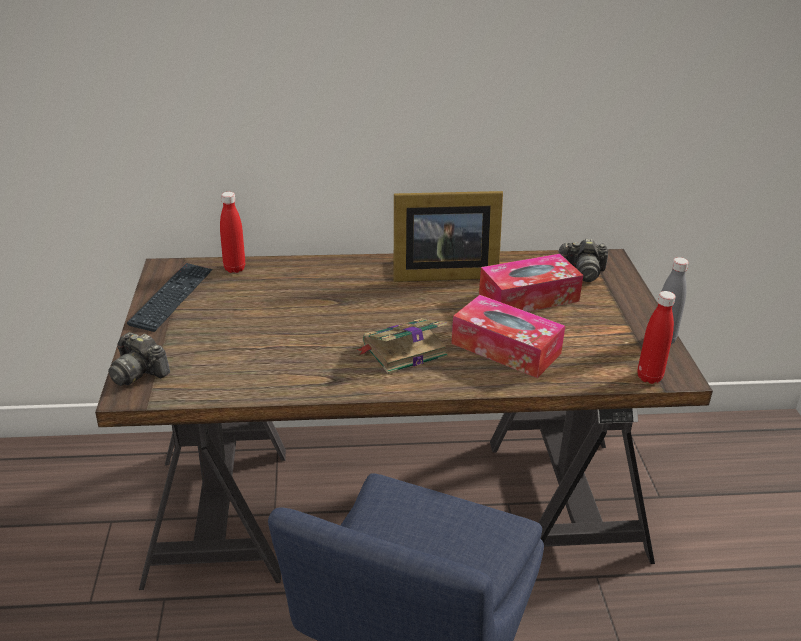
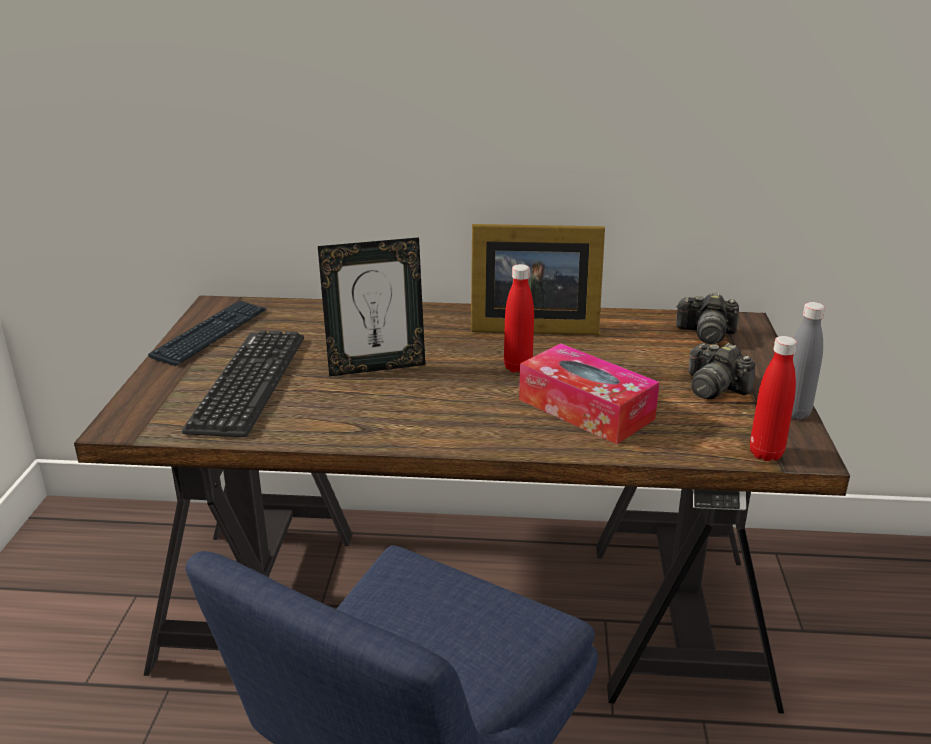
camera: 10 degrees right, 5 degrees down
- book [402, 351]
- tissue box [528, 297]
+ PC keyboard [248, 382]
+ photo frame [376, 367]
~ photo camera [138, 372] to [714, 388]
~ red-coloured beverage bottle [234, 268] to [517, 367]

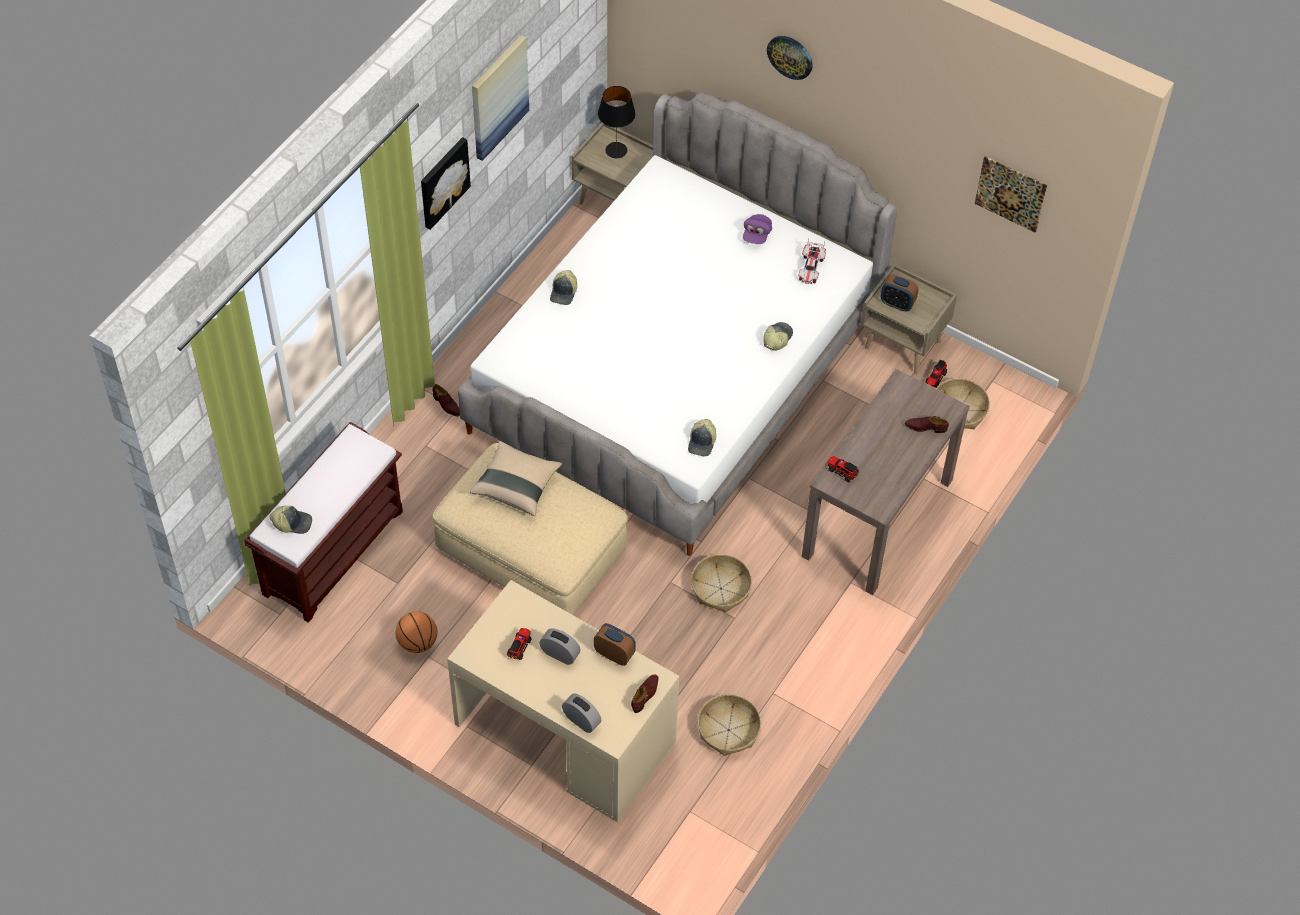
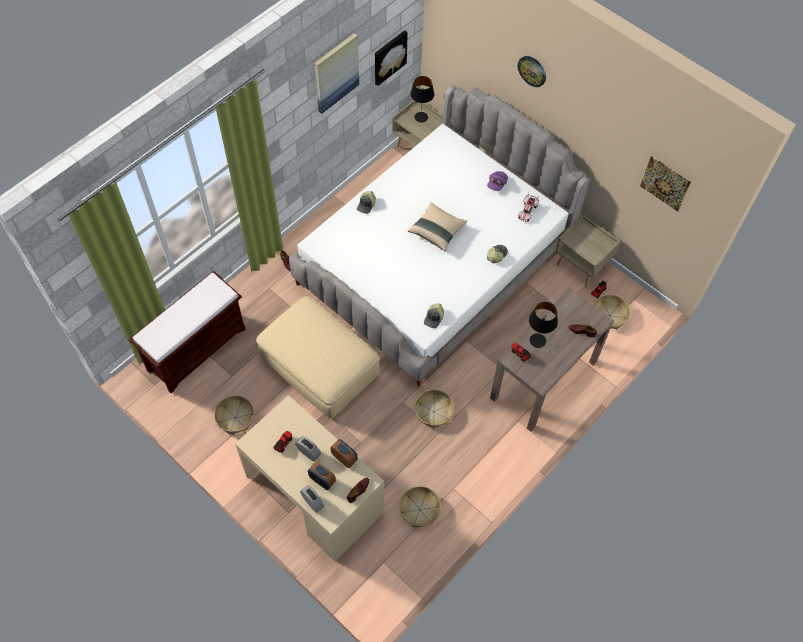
camera: 10 degrees right, 5 degrees up
- baseball cap [292, 523]
+ black tabletop lamp [538, 340]
~ wall art [443, 182] to [389, 57]
~ beige pillow [517, 486] to [437, 231]
~ alarm clock [897, 304] to [322, 480]
~ ball for basketball [417, 642] to household basket [235, 417]

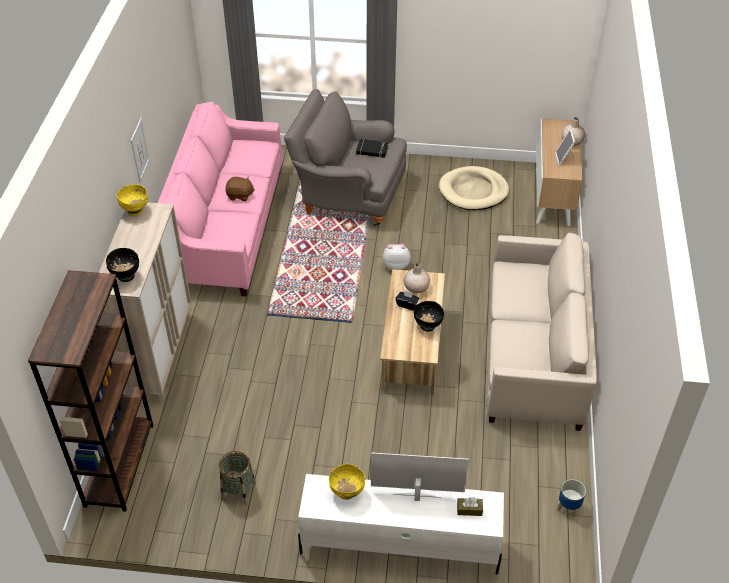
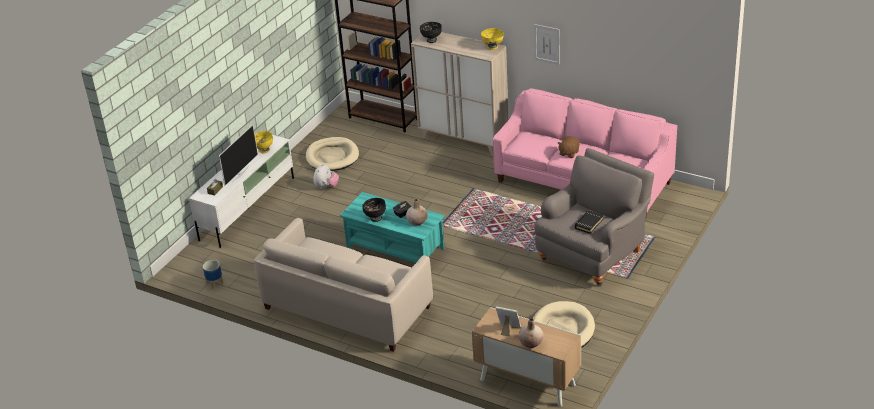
camera: 115 degrees right, 10 degrees down
~ cuddly toy [396, 265] to [326, 187]
~ household basket [238, 490] to beige dog cushion [332, 157]
~ beige low table [412, 349] to turquoise low table [395, 248]

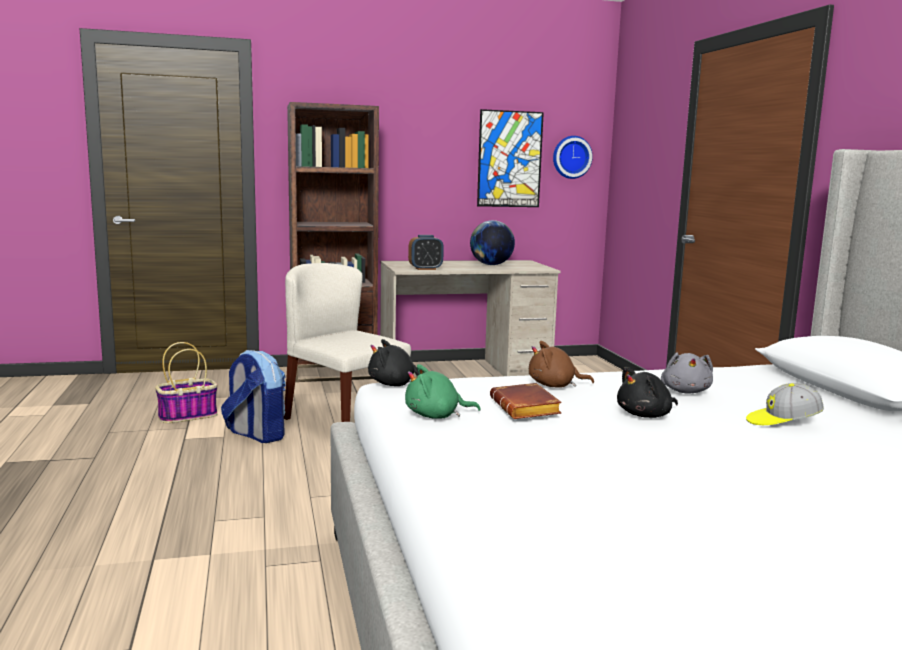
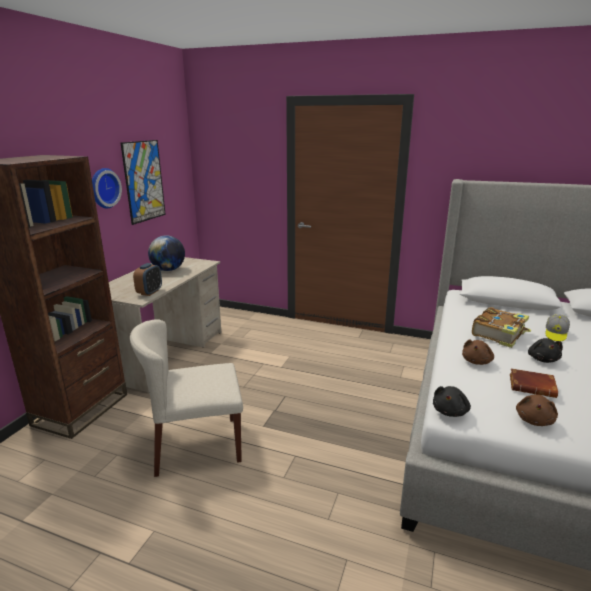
camera: 55 degrees left, 10 degrees up
- household basket [188, 416]
- rucksack [256, 435]
~ clock on the wall [571, 157] to [103, 188]
~ gray cuddly toy [685, 391] to book [499, 334]
~ greenish cuddly toy [436, 416] to brownish cuddly toy [534, 420]

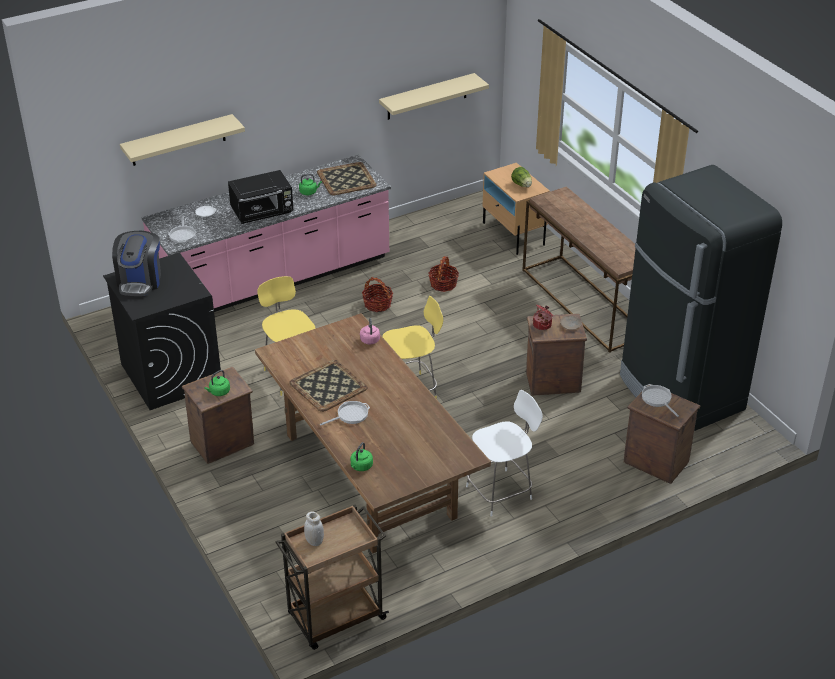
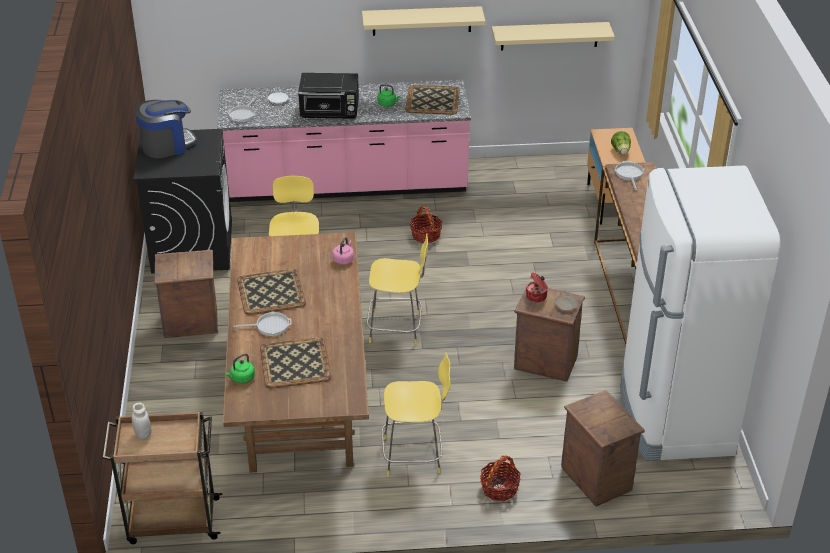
camera: 25 degrees right, 0 degrees up
- greenish kettle [219, 392]
+ tray [295, 362]
~ beige shelf [178, 140] to [422, 21]
~ household basket [443, 284] to [499, 488]
~ skillet [657, 399] to [629, 174]
~ white-coloured sitting stool [501, 492] to yellow sitting stool [414, 455]
~ black kitchen fridge [680, 393] to white-coloured kitchen fridge [674, 416]
~ coffee brewer [140, 281] = [167, 145] 150 degrees counterclockwise

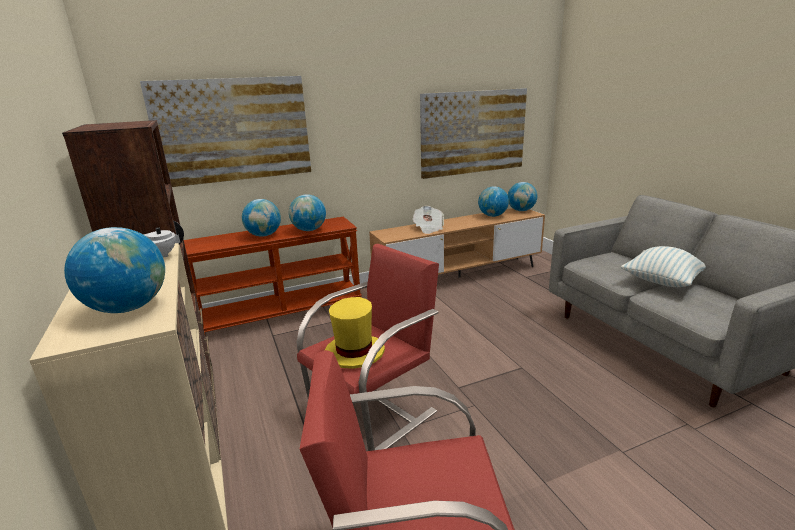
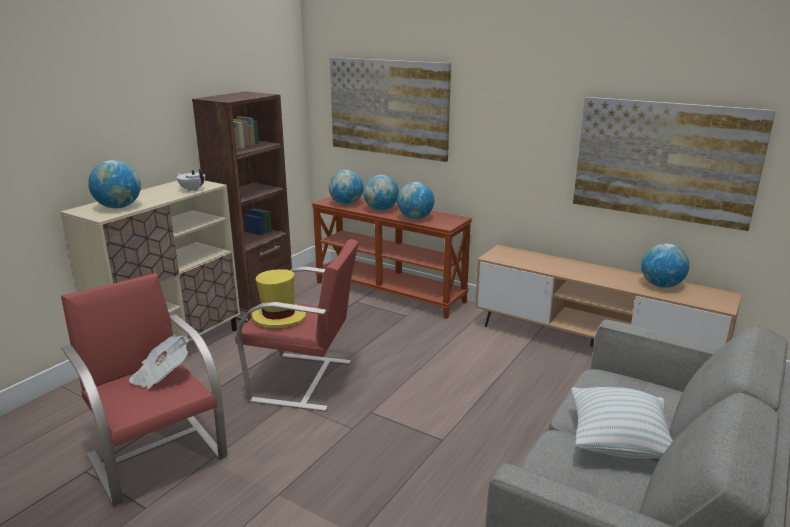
camera: 55 degrees right, 0 degrees up
~ printed paper [428, 228] to [161, 375]
~ globe [521, 210] to [346, 204]

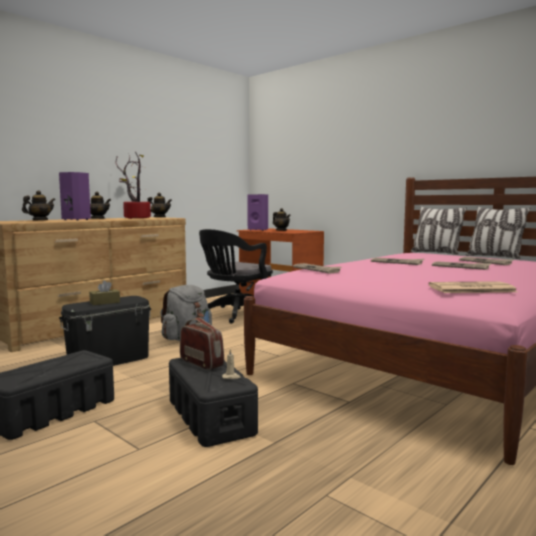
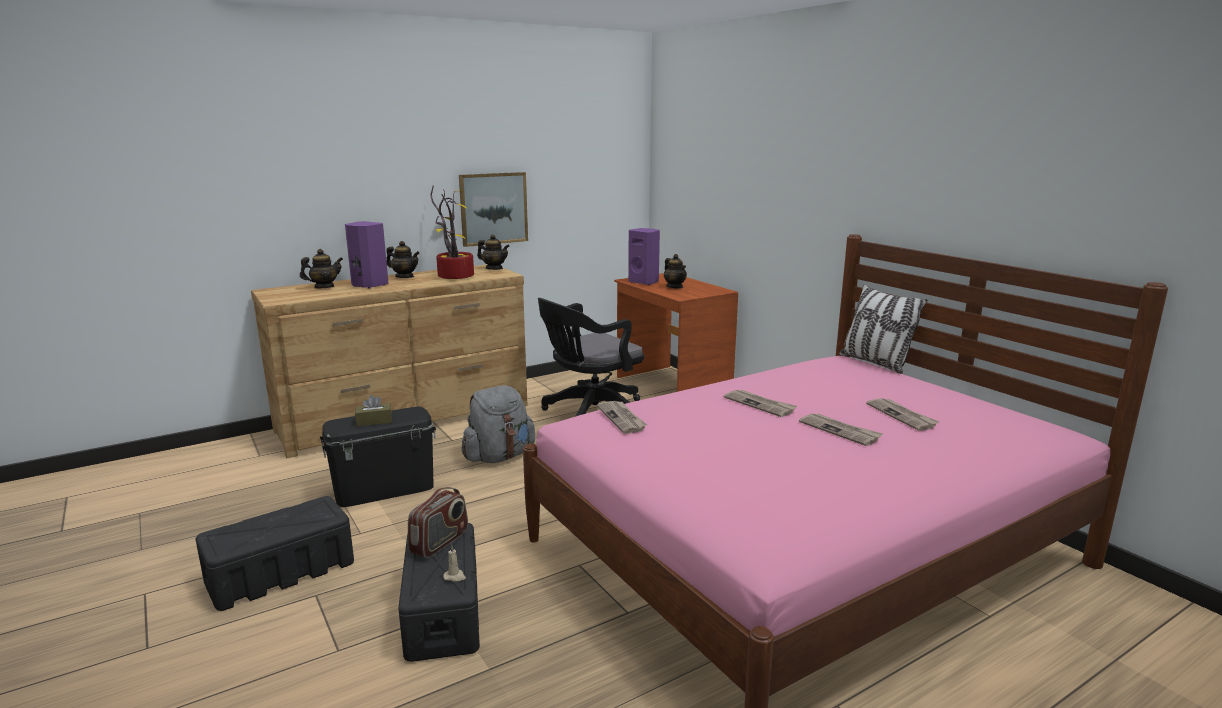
camera: 15 degrees right, 10 degrees up
- printed paper [470, 289]
- pillow [494, 257]
+ wall art [493, 208]
~ radio set [202, 363] = [440, 543] 60 degrees clockwise

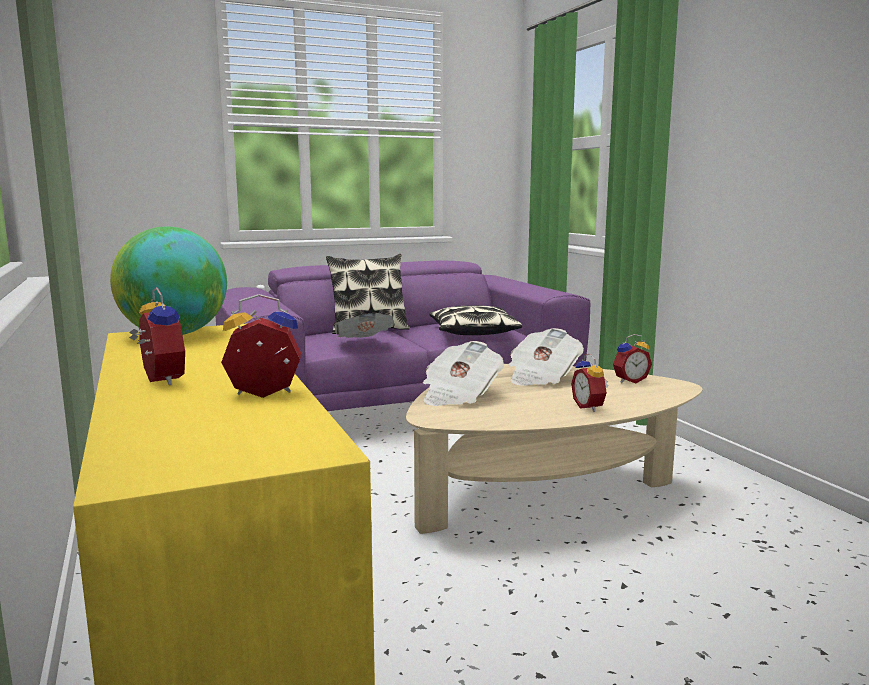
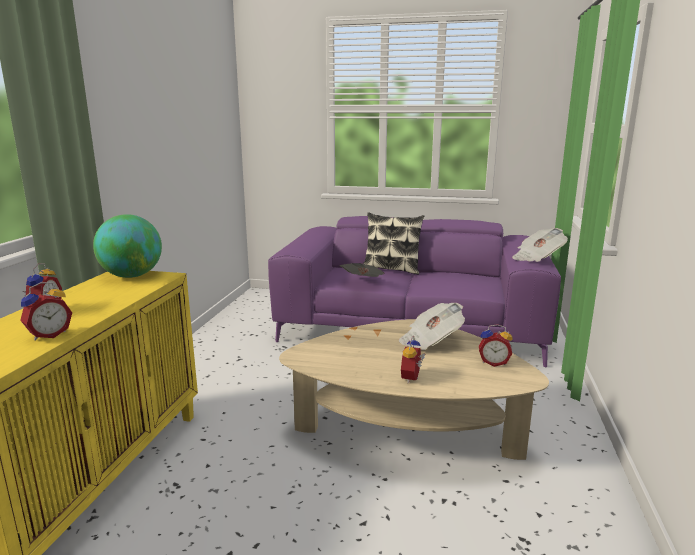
camera: 35 degrees right, 5 degrees up
- pillow [473, 332]
~ printed paper [459, 396] to [537, 258]
~ alarm clock [263, 395] = [49, 335] 105 degrees clockwise

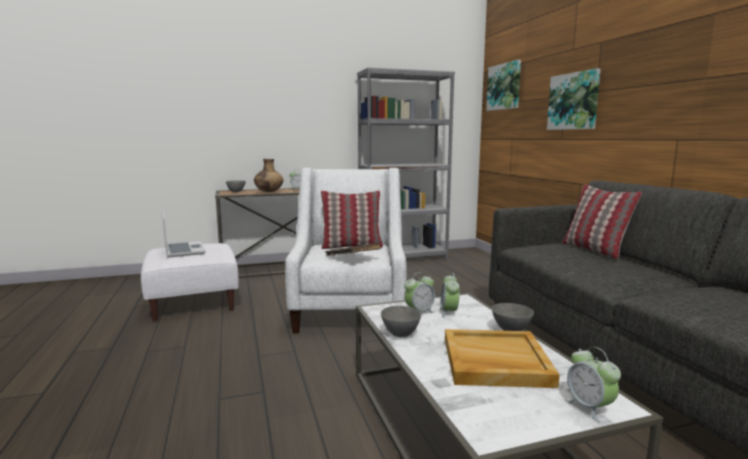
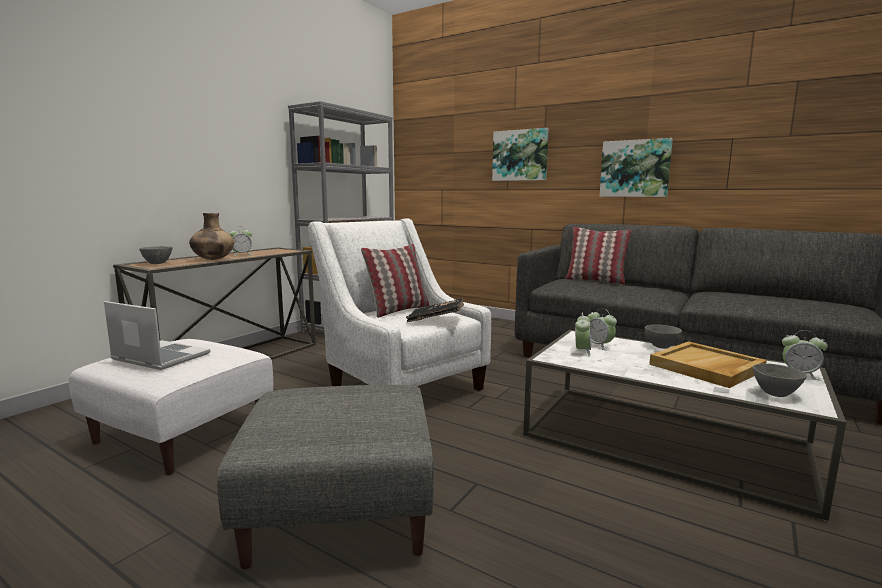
camera: 40 degrees left, 0 degrees up
+ gray footrest [341, 509]
~ gray deep dish [399, 334] to [775, 394]
~ wall art [504, 86] to [635, 168]

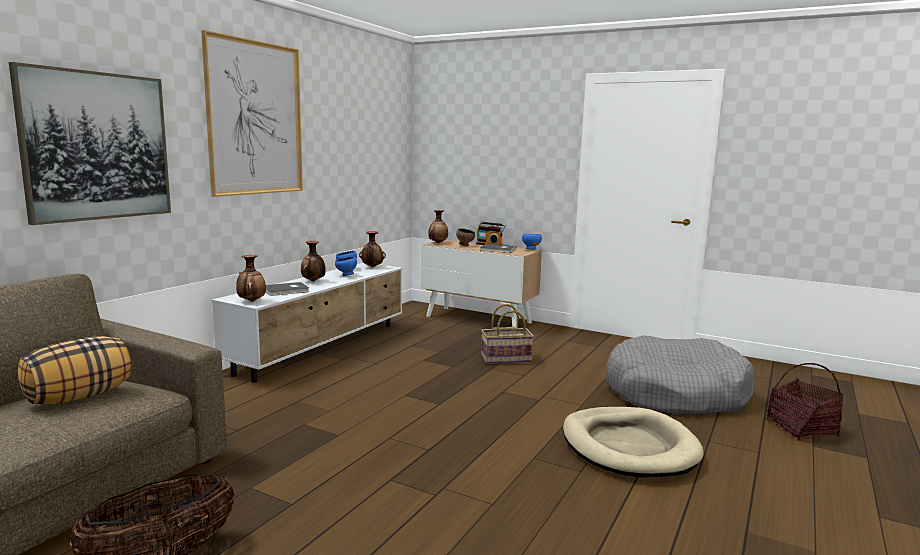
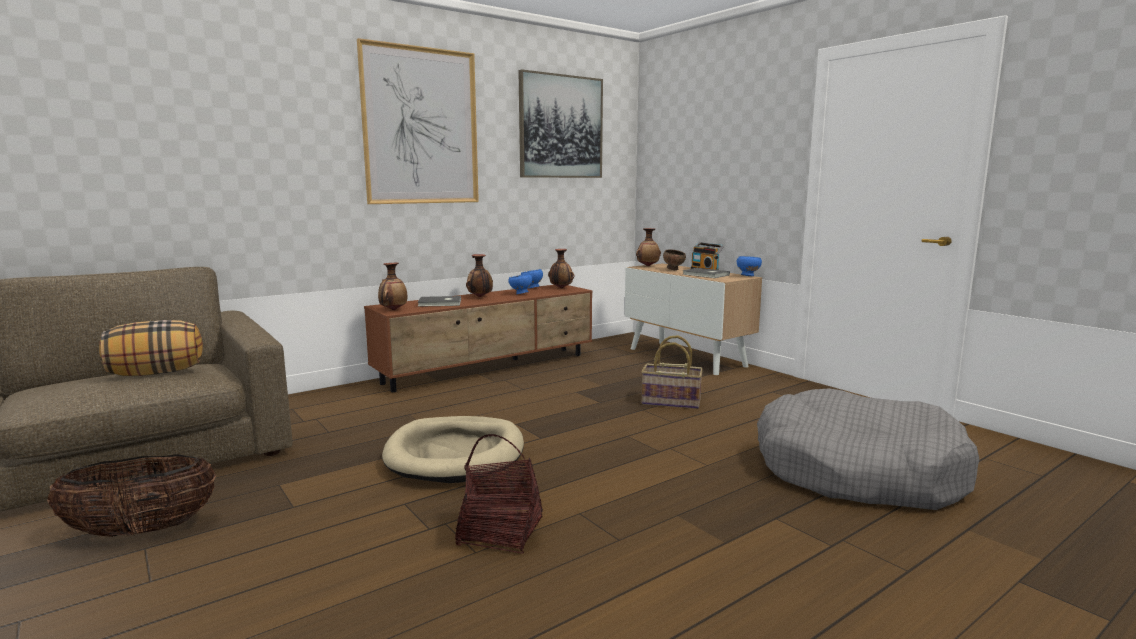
camera: 25 degrees right, 0 degrees up
~ wall art [97, 146] to [561, 127]
~ beige dog cushion [628, 447] to [455, 454]
~ household basket [801, 429] to [500, 531]
~ white-coloured tv stand [322, 348] to brownish tv stand [489, 368]

